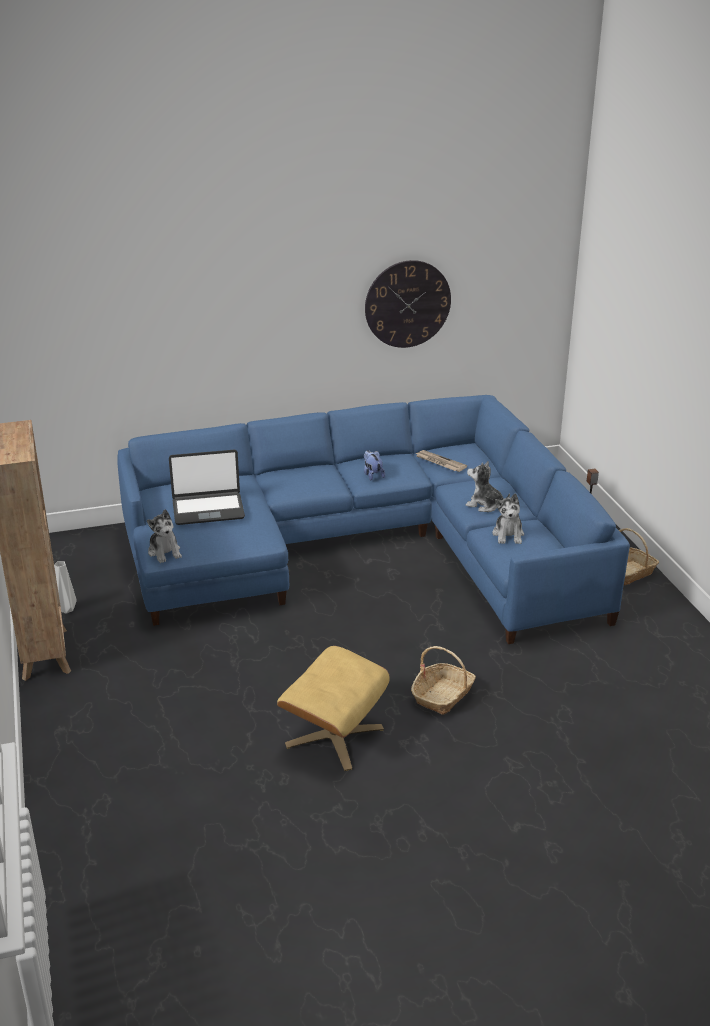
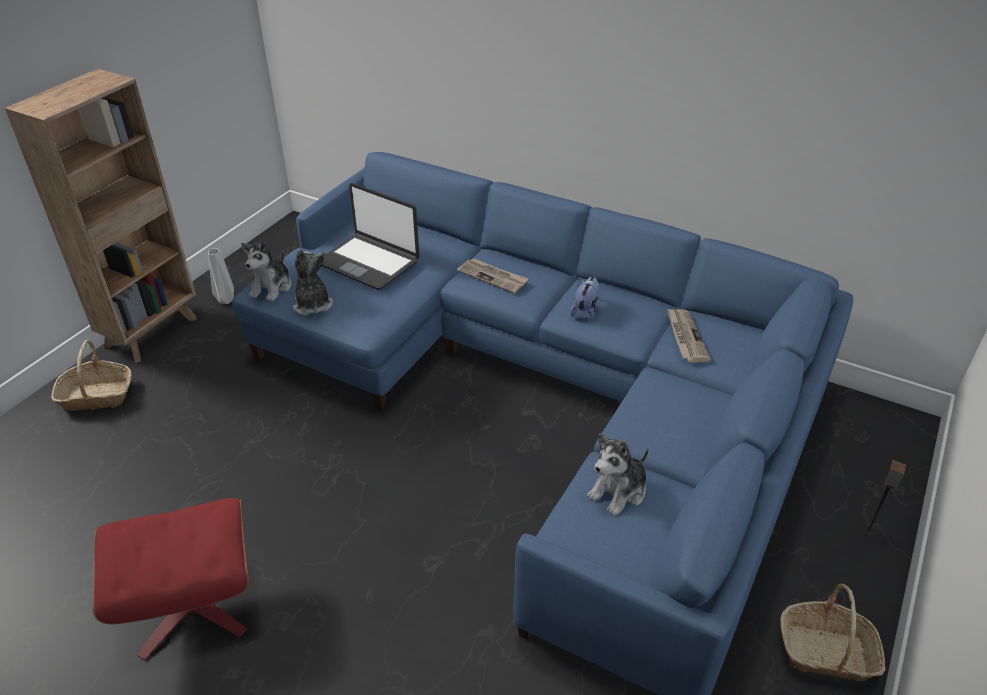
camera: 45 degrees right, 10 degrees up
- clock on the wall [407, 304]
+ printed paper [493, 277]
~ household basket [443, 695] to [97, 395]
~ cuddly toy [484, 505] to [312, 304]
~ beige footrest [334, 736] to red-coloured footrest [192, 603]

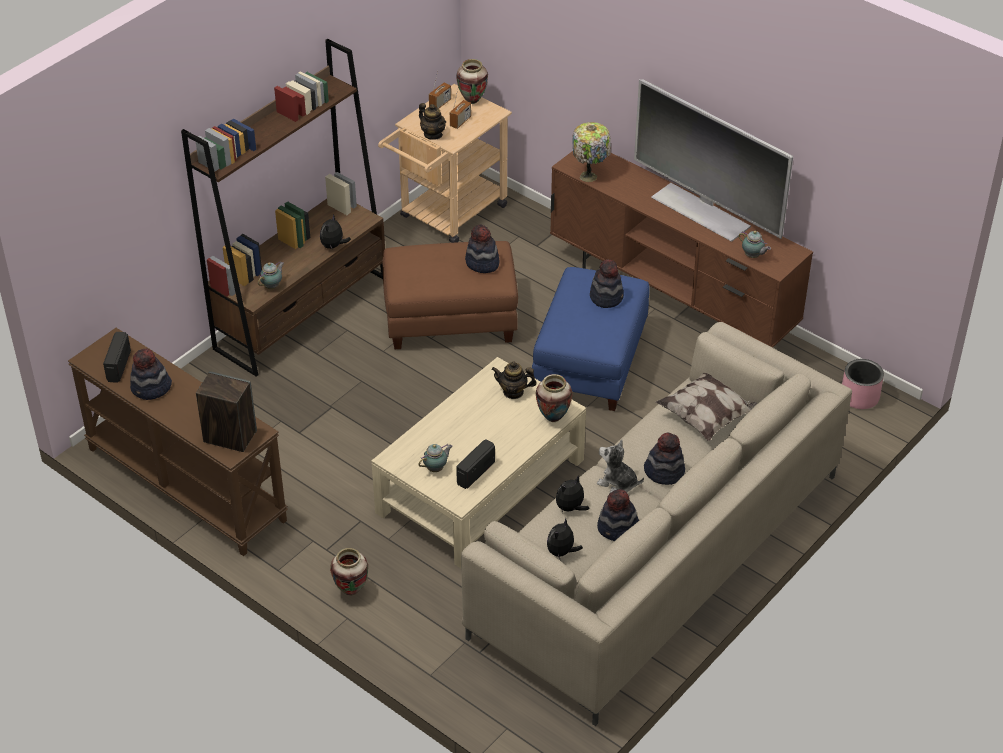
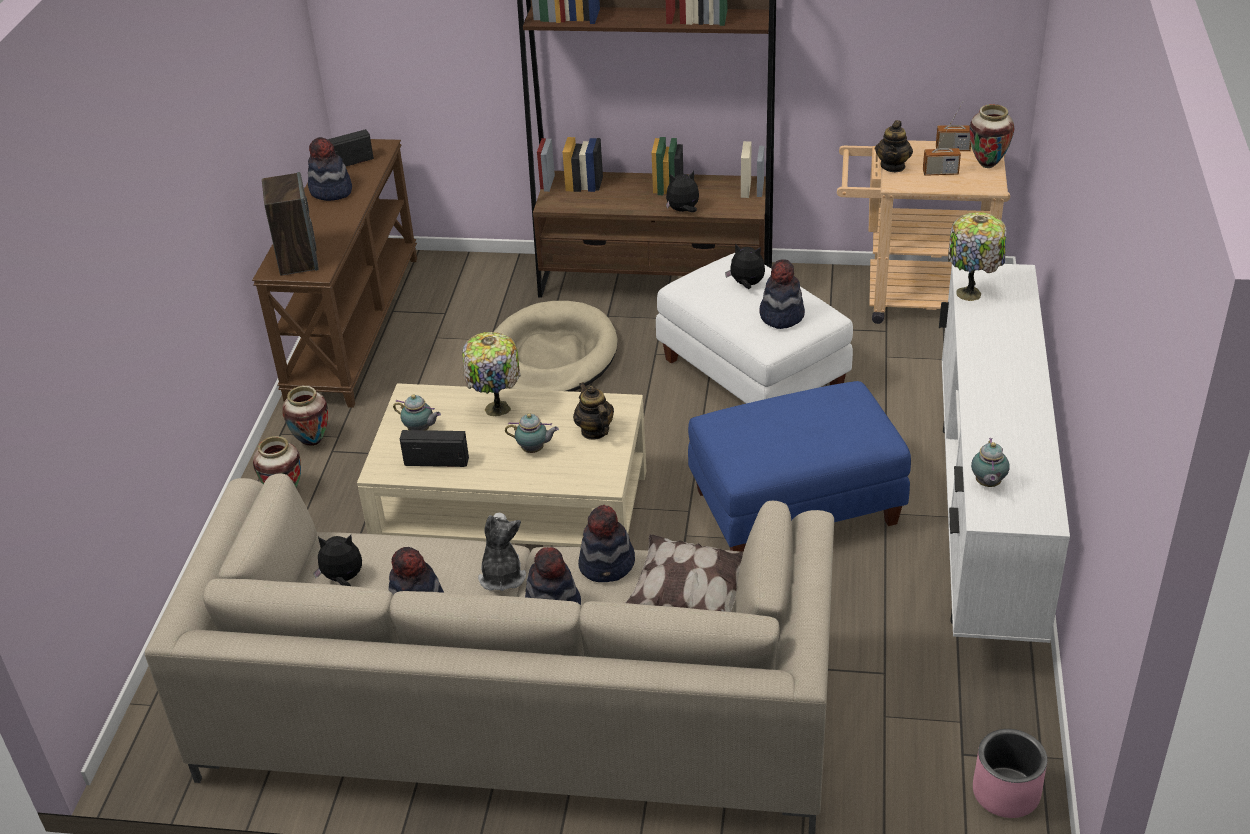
camera: 60 degrees right, 5 degrees down
- TV set [701, 211]
+ tabletop lamp [496, 410]
+ beige dog cushion [551, 356]
~ pot for tea [272, 286] to [534, 450]
~ decorative vase [553, 418] to [312, 442]
~ cuddly toy [570, 508] to [746, 284]
~ hat [606, 297] to [607, 565]
~ brownish footrest [451, 319] to white-coloured footrest [754, 374]
~ brownish tv stand [672, 300] to white-coloured tv stand [985, 524]

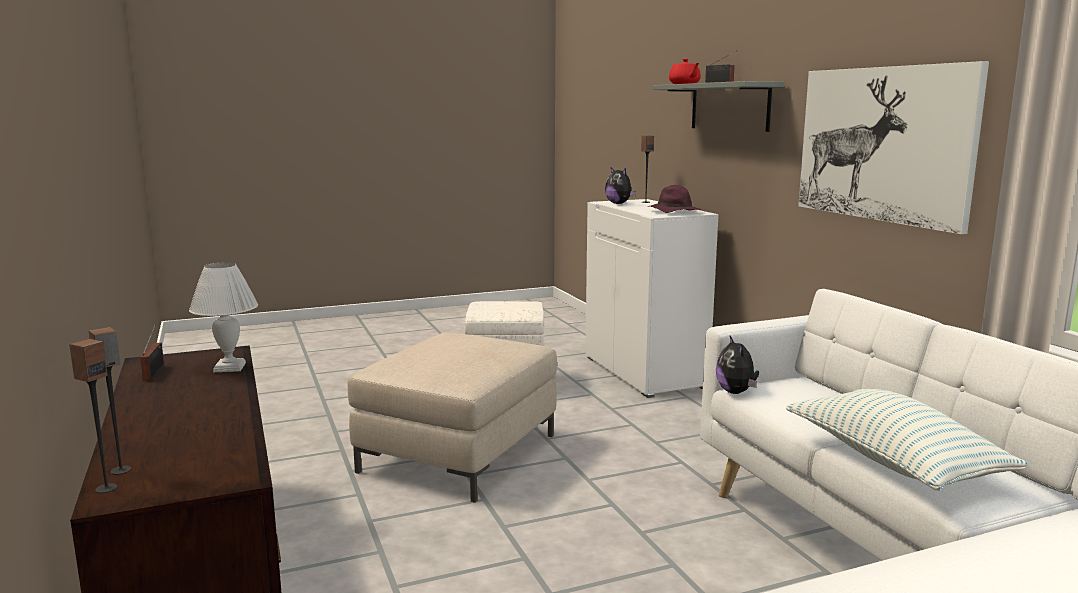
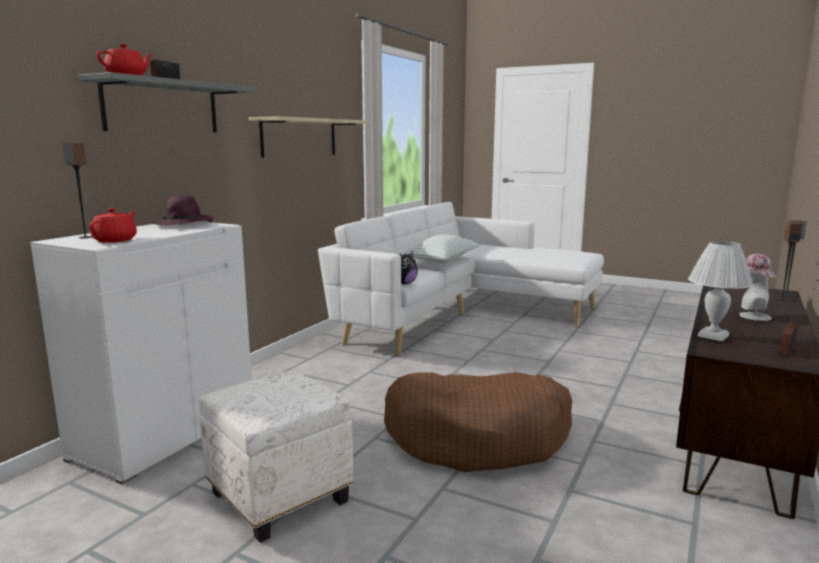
camera: 130 degrees left, 0 degrees up
+ hat [750, 316]
~ beige footrest [459, 453] to brownish dog cushion [478, 437]
~ cuddly toy [619, 203] to red-coloured pot for tea [116, 240]
~ wall art [883, 144] to beige shelf [299, 137]

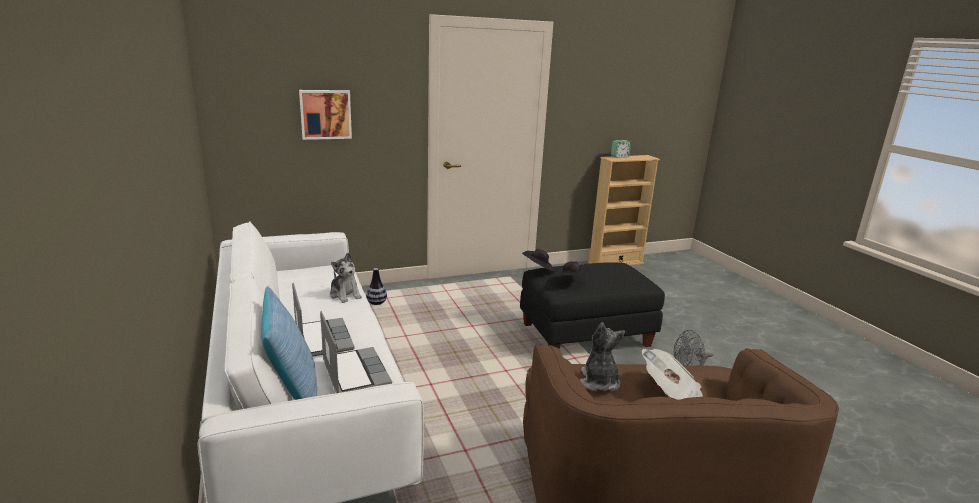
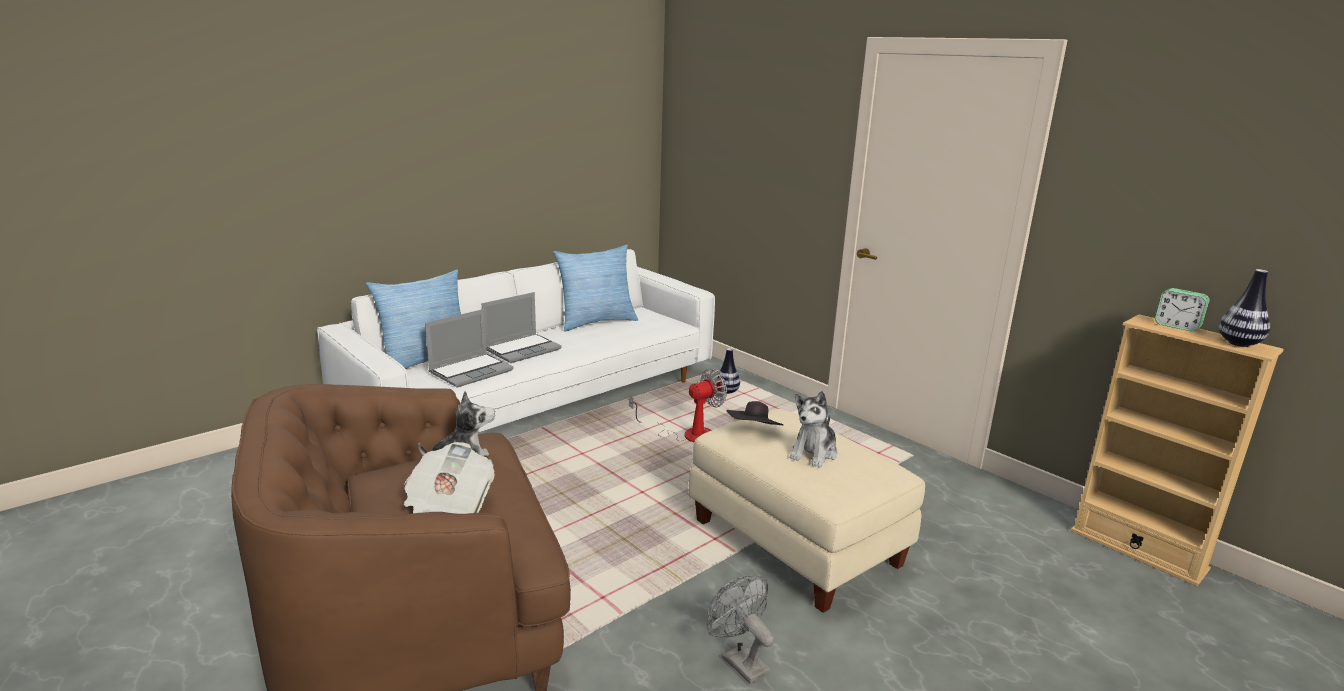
camera: 70 degrees right, 0 degrees up
- wall art [325, 114]
- black hat [539, 269]
+ pillow [596, 322]
+ electric fan [688, 434]
+ decorative vase [1239, 343]
~ cuddly toy [345, 295] to [814, 453]
~ black footrest [586, 334] to beige footrest [797, 543]

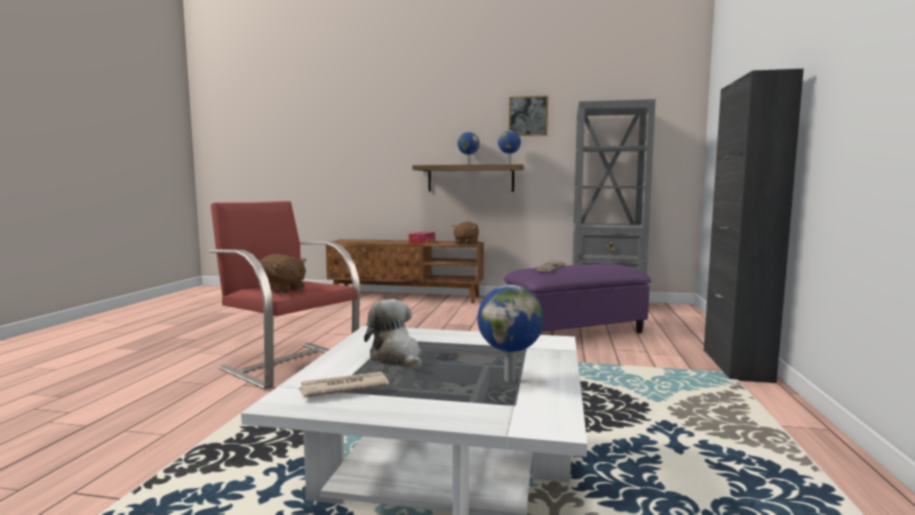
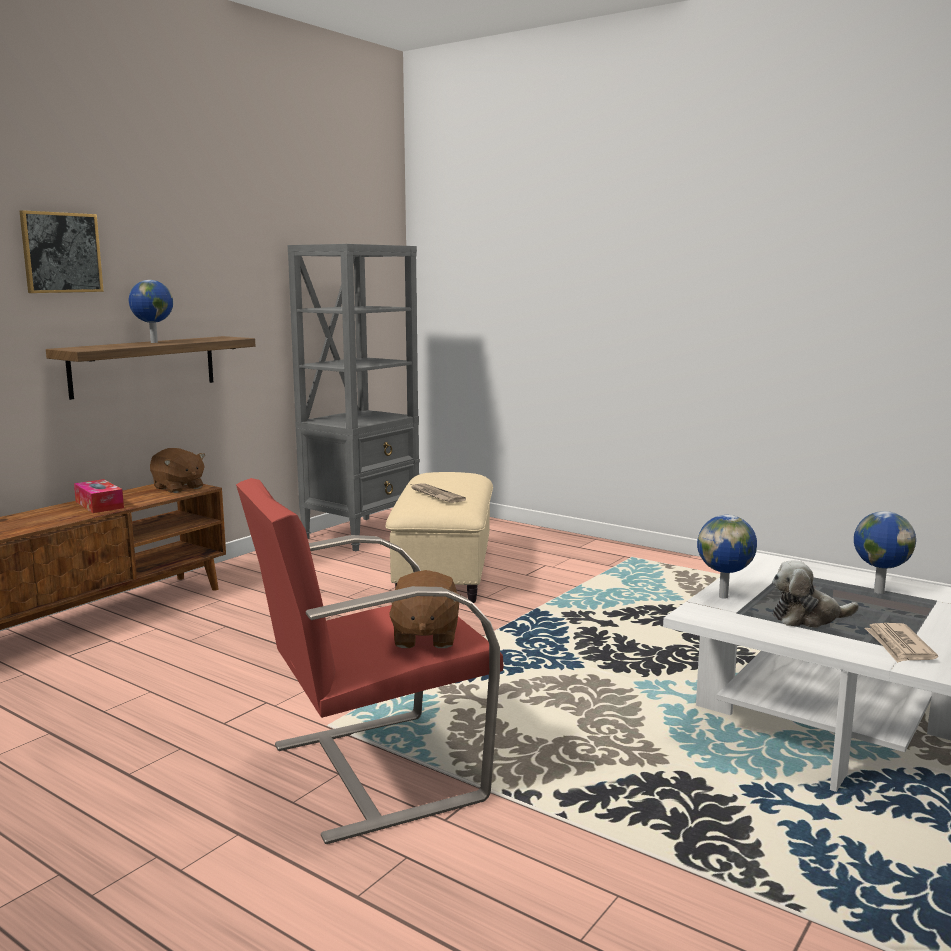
camera: 65 degrees left, 5 degrees up
- black cabinet [736, 365]
~ globe [509, 164] to [724, 596]
~ wall art [528, 116] to [61, 252]
~ purple footrest [575, 331] to beige footrest [443, 573]
~ brownish cuddly toy [281, 290] = [424, 637] 120 degrees clockwise

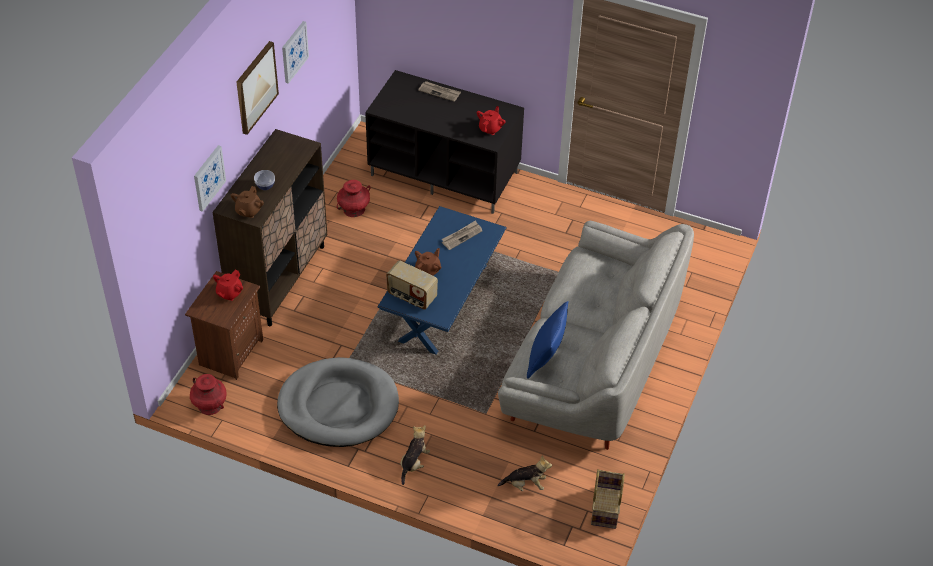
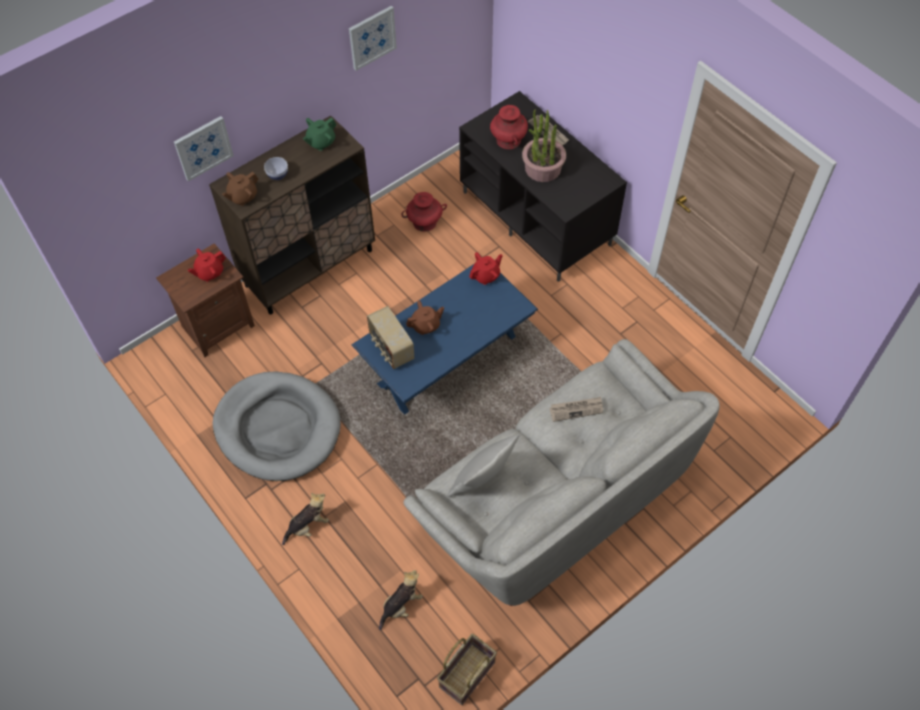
camera: 30 degrees right, 10 degrees up
- wall art [255, 87]
+ greenish pot for tea [321, 142]
+ plant in a pot [542, 168]
~ red-coloured decorative vase [210, 405] to [508, 140]
~ printed paper [462, 236] to [576, 409]
~ red-coloured pot for tea [490, 128] to [486, 276]
~ blue pillow [546, 358] to gray pillow [482, 481]
~ cuddly toy [525, 485] = [401, 605] 75 degrees counterclockwise

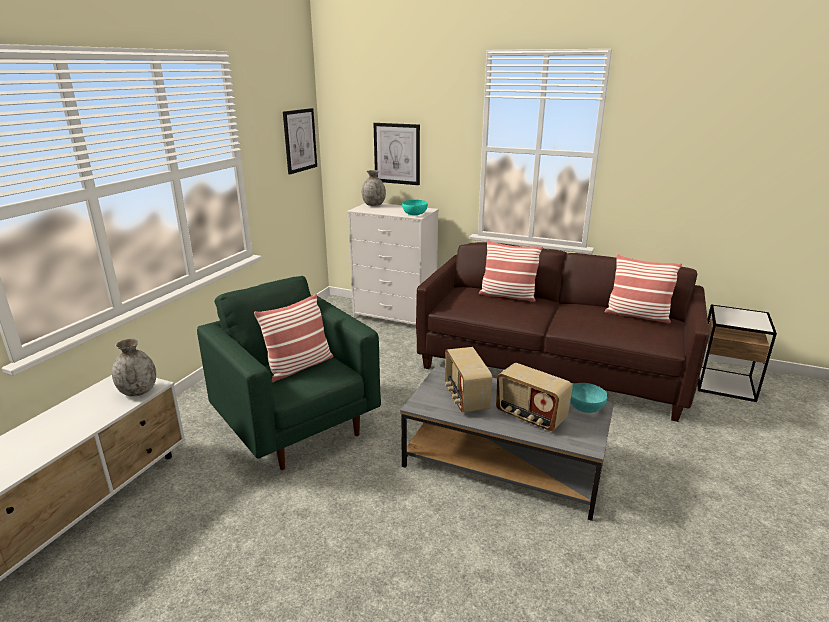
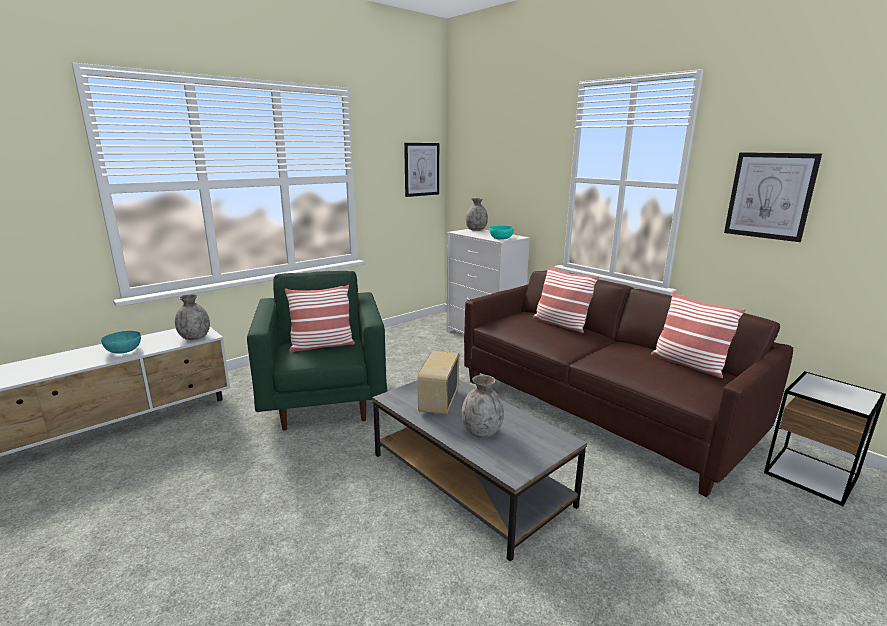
camera: 25 degrees right, 5 degrees down
~ wall art [397, 153] to [770, 196]
~ turquoise deep dish [584, 407] to [123, 350]
~ radio set [530, 416] to gray decorative vase [482, 432]

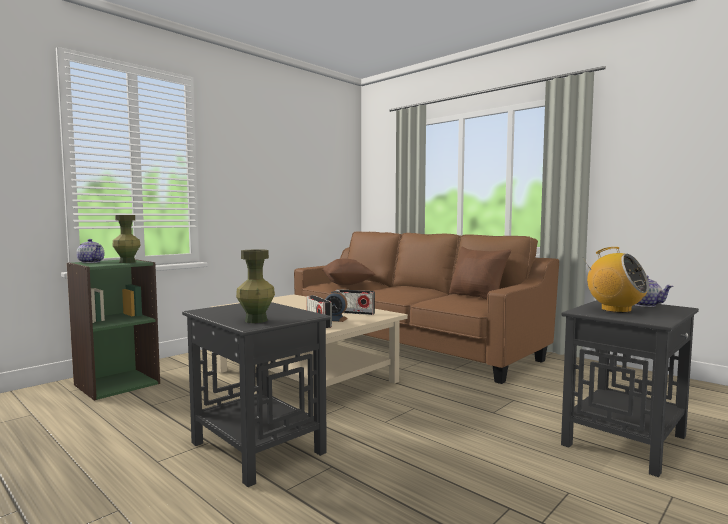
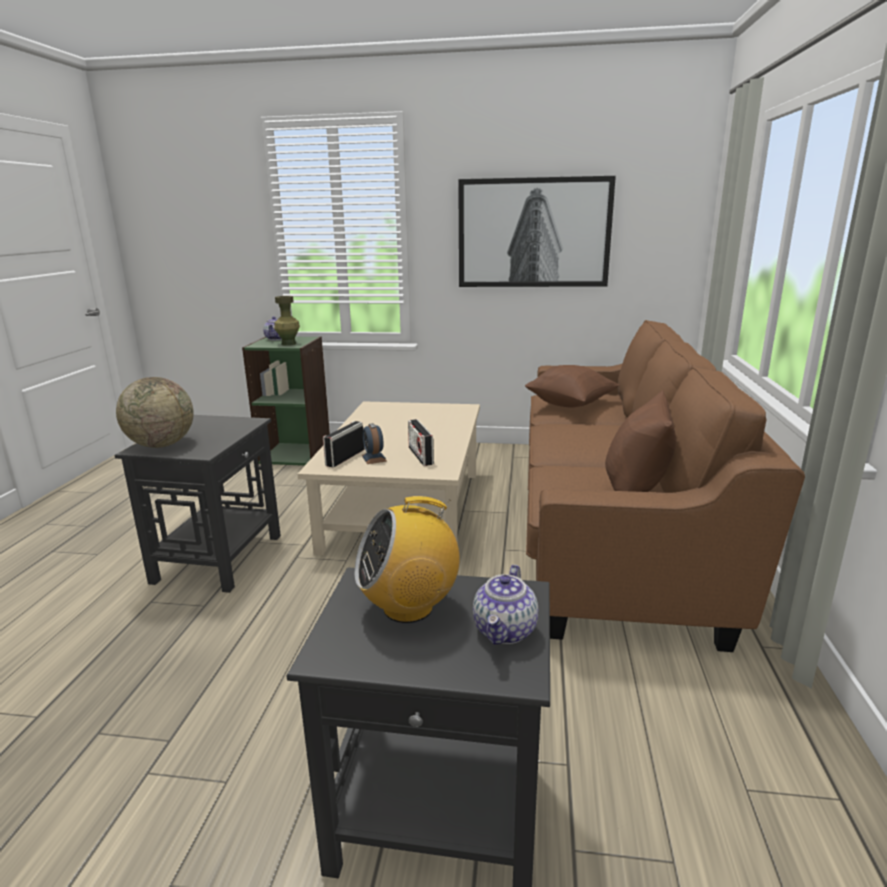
camera: 55 degrees right, 15 degrees up
+ wall art [534, 233]
~ greenish decorative vase [256, 320] to globe [161, 445]
~ radio set [615, 310] = [409, 607] 60 degrees clockwise

